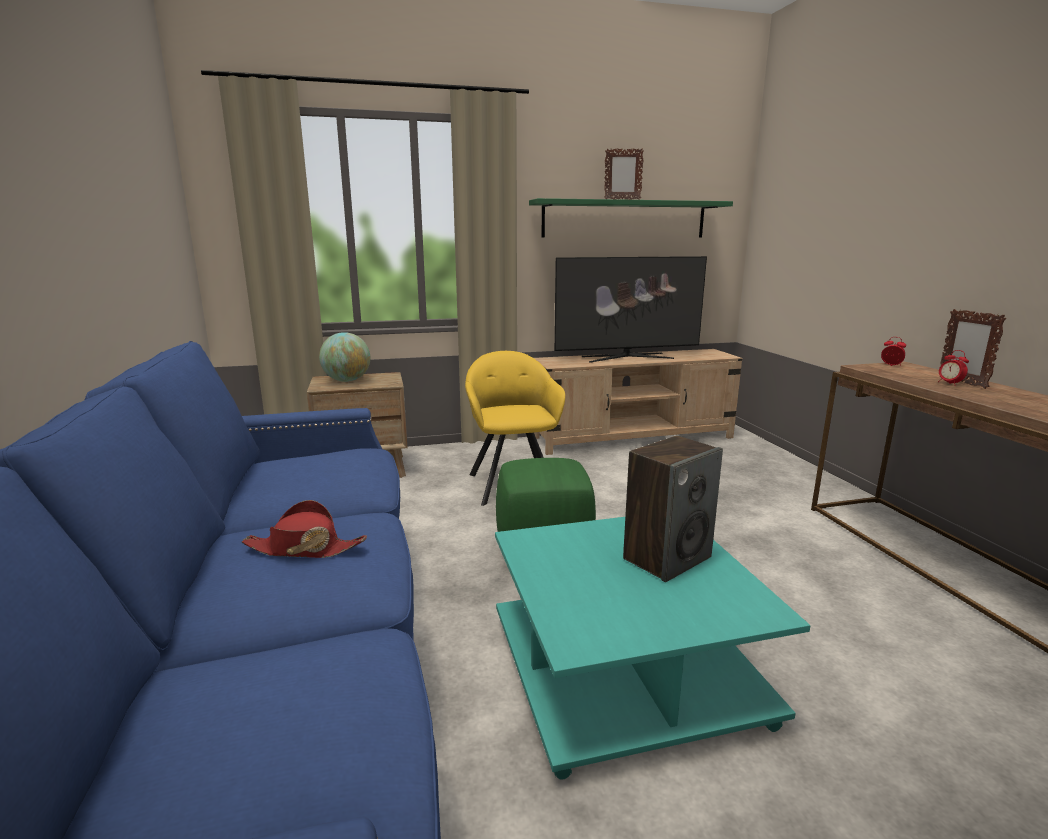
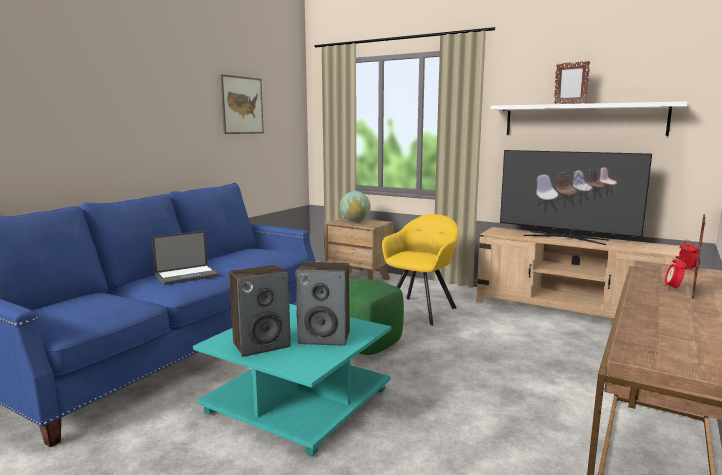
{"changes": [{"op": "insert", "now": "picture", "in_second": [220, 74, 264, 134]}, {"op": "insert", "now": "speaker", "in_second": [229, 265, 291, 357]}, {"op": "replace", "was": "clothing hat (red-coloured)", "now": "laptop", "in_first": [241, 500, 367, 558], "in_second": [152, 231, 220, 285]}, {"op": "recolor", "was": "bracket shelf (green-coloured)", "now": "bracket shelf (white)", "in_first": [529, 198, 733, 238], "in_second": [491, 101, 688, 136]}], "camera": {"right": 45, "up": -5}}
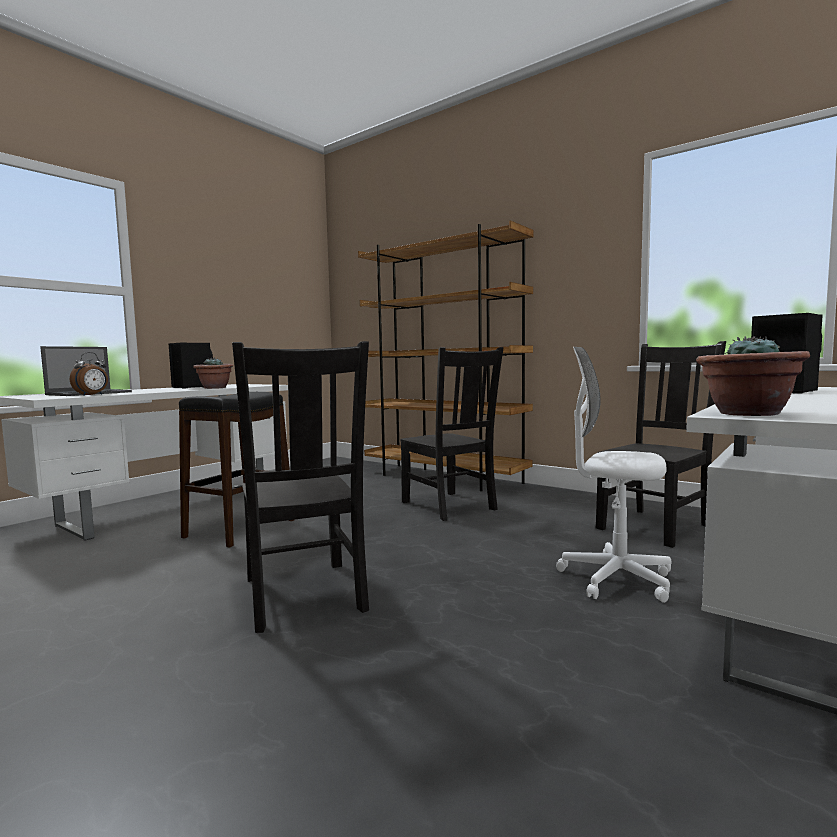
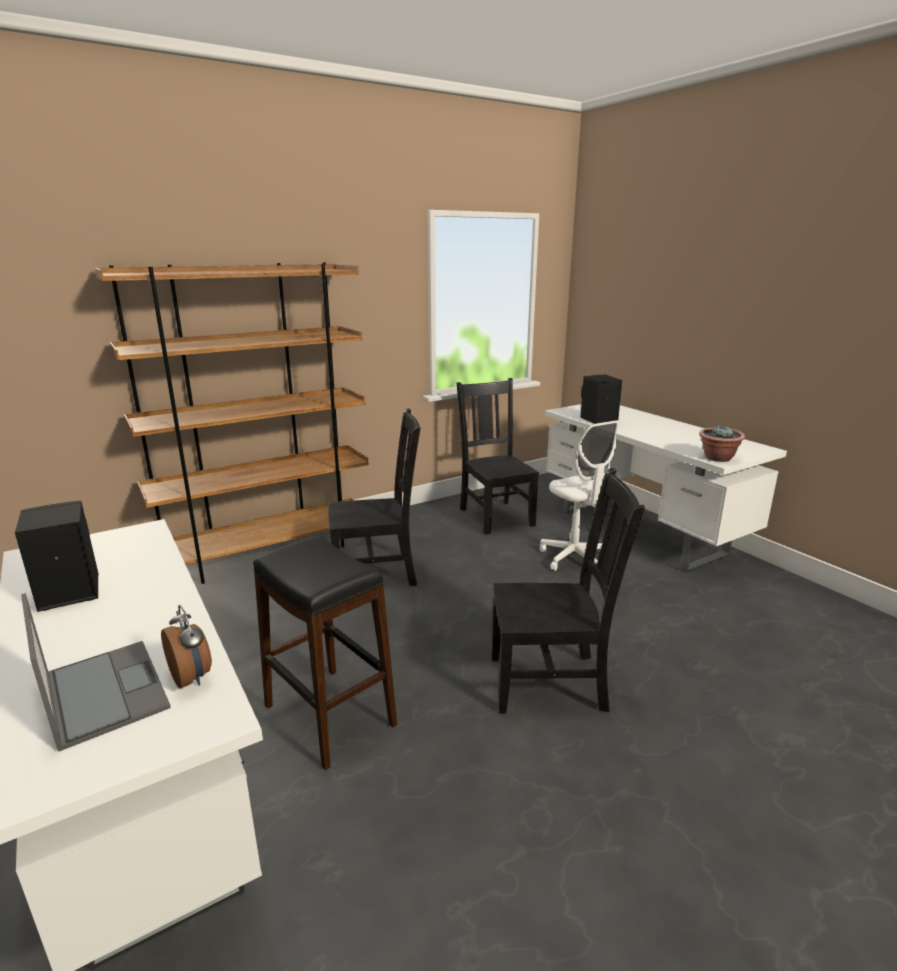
{"changes": [{"op": "delete", "was": "plant in a pot", "in_first": [193, 357, 233, 389]}, {"op": "rotate", "was": "computer chair (white)", "in_first": [556, 347, 671, 603], "in_second": [540, 420, 619, 571], "clockwise": -75}], "camera": {"right": -70, "up": 15}}
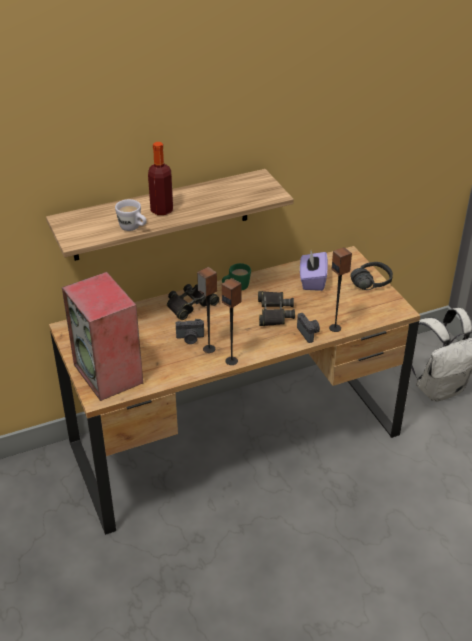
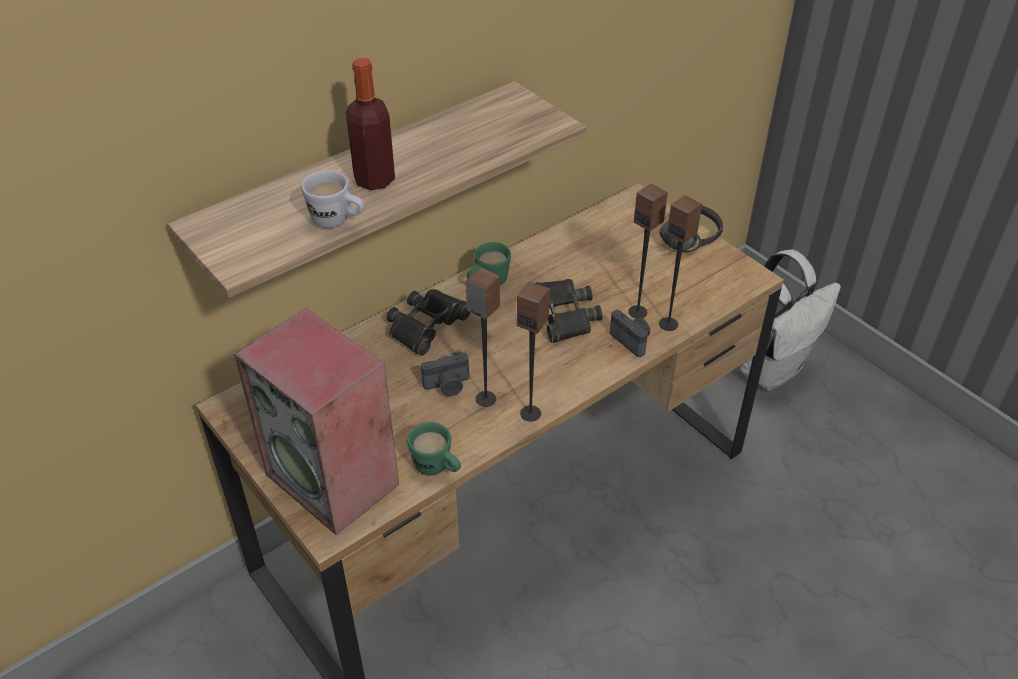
{"changes": [{"op": "delete", "was": "tissue box (purplish)", "in_first": [300, 251, 328, 291]}, {"op": "insert", "now": "mug (green-coloured)", "in_second": [407, 422, 461, 476]}, {"op": "insert", "now": "speaker", "in_second": [628, 184, 668, 318]}], "camera": {"right": -15, "up": 5}}
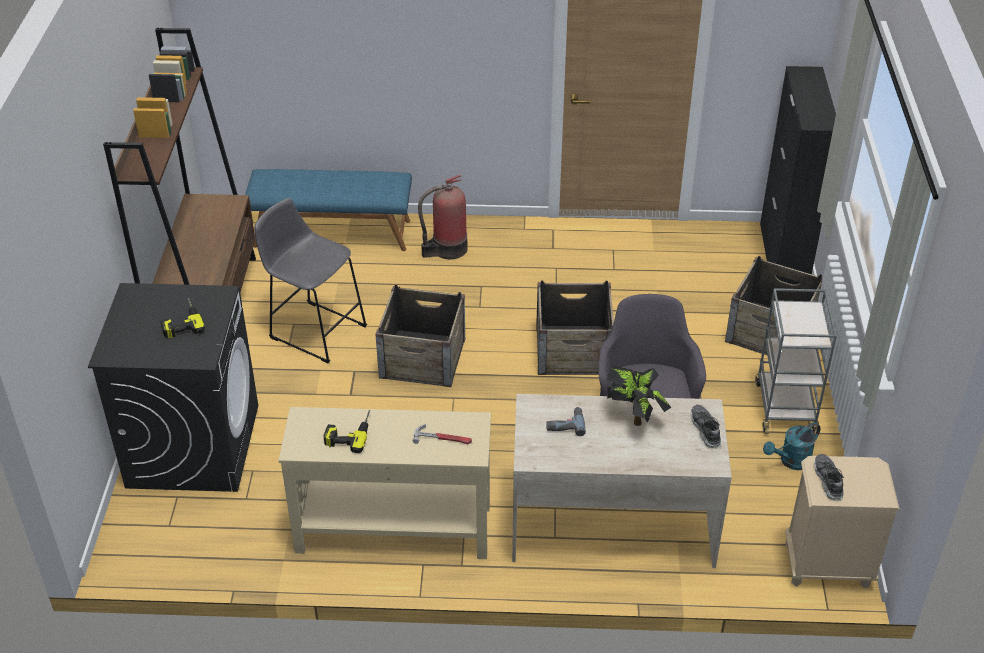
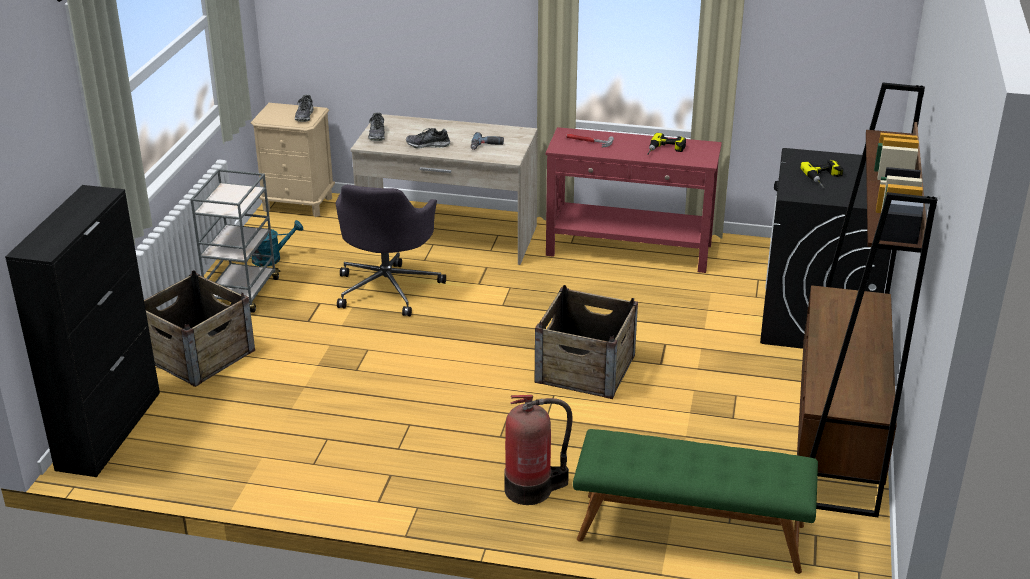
{"changes": [{"op": "delete", "was": "sitting stool (gray)", "in_first": [254, 198, 367, 363]}, {"op": "delete", "was": "packing crate", "in_first": [536, 280, 614, 375]}, {"op": "replace", "was": "plant in a pot", "now": "low shoe", "in_first": [607, 366, 671, 426], "in_second": [406, 128, 450, 148]}, {"op": "recolor", "was": "long seat (blue-coloured)", "now": "long seat (green-coloured)", "in_first": [245, 169, 412, 251], "in_second": [573, 429, 818, 574]}, {"op": "recolor", "was": "hall table (beige)", "now": "hall table (red-coloured)", "in_first": [278, 407, 491, 559], "in_second": [546, 127, 722, 273]}], "camera": {"right": -170, "up": -10}}
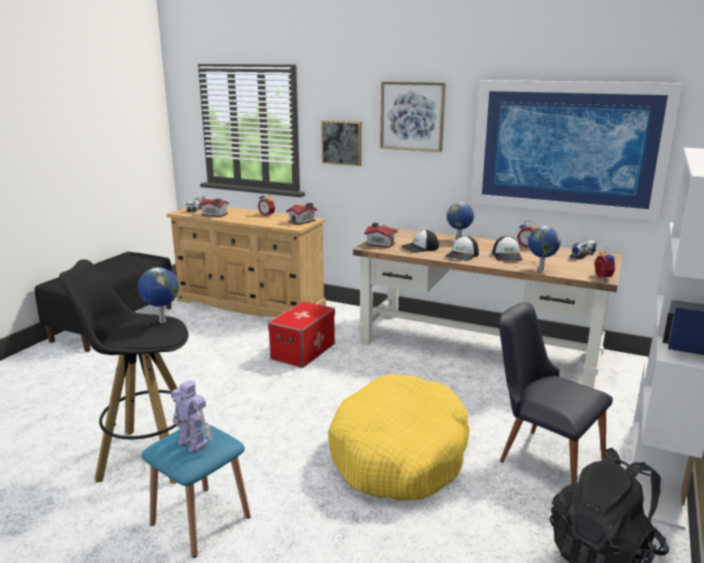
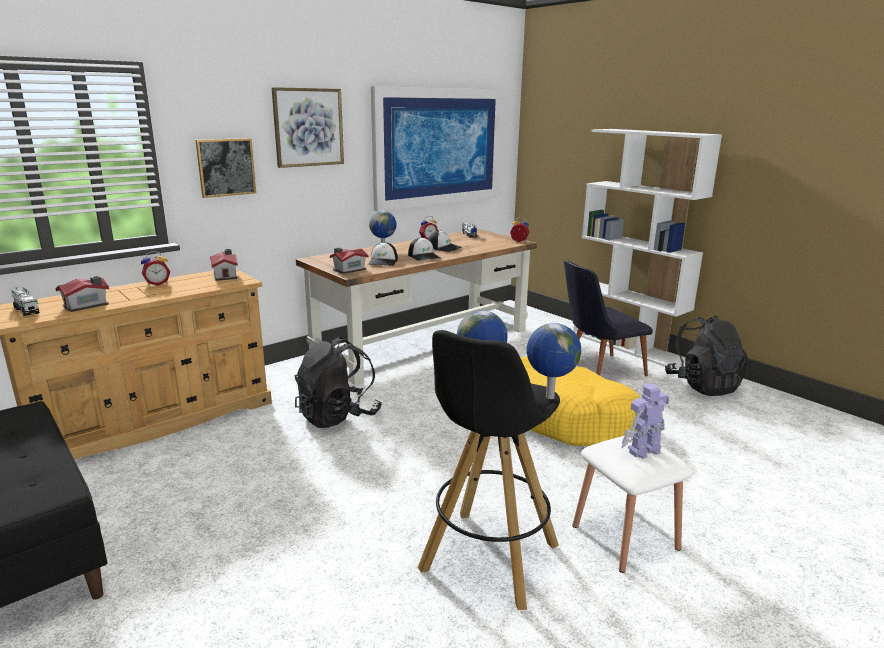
{"changes": [{"op": "move", "was": "desk globe", "in_first": [528, 226, 561, 271], "in_second": [526, 323, 581, 399]}, {"op": "replace", "was": "storage bin", "now": "knapsack (black)", "in_first": [268, 301, 335, 368], "in_second": [294, 337, 382, 428]}, {"op": "recolor", "was": "sitting stool (blue-coloured)", "now": "sitting stool (white)", "in_first": [141, 423, 251, 558], "in_second": [572, 436, 693, 573]}], "camera": {"right": -65, "up": 0}}
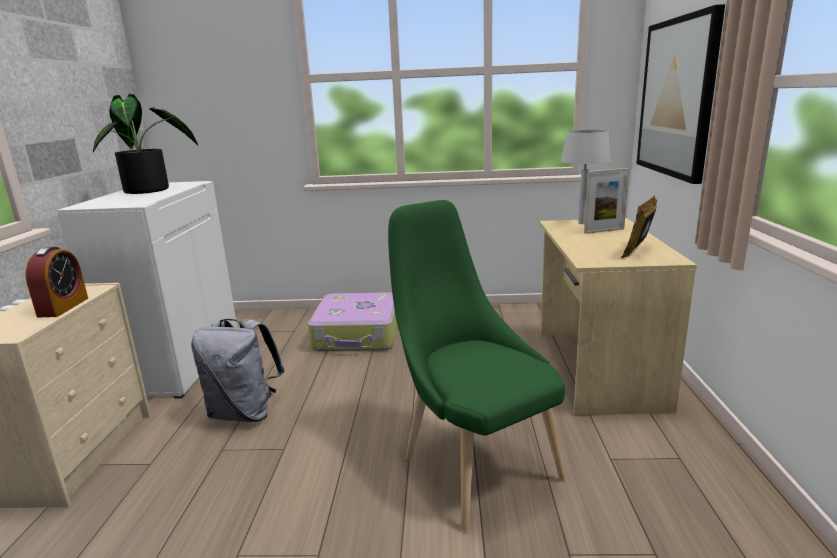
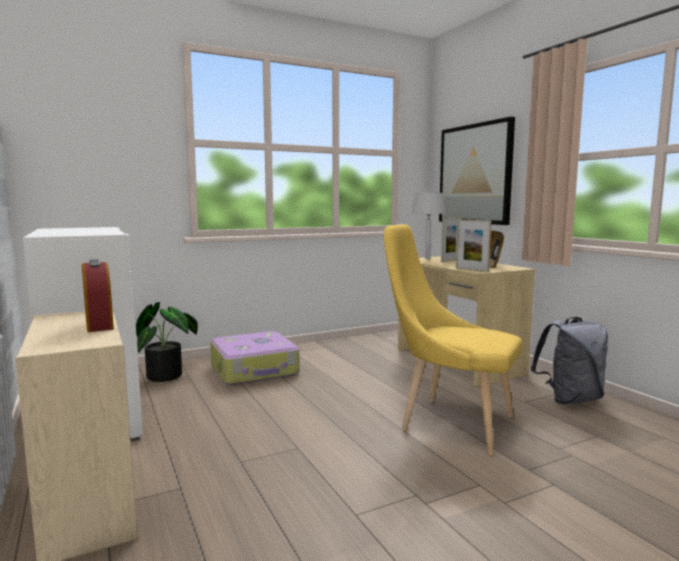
{"changes": [{"op": "insert", "now": "photo frame", "in_second": [456, 220, 491, 272]}, {"op": "move", "was": "plant in a pot", "in_first": [93, 94, 198, 194], "in_second": [136, 302, 198, 382]}, {"op": "move", "was": "knapsack (gray)", "in_first": [191, 319, 284, 422], "in_second": [530, 317, 608, 404]}, {"op": "recolor", "was": "chair (green-coloured)", "now": "chair (yellowish)", "in_first": [388, 200, 566, 532], "in_second": [384, 224, 522, 455]}], "camera": {"right": -30, "up": -10}}
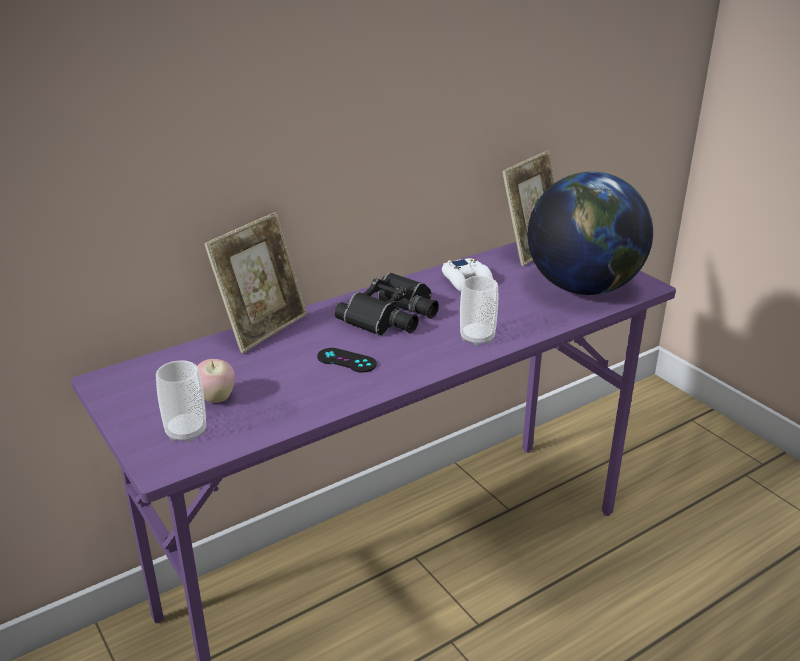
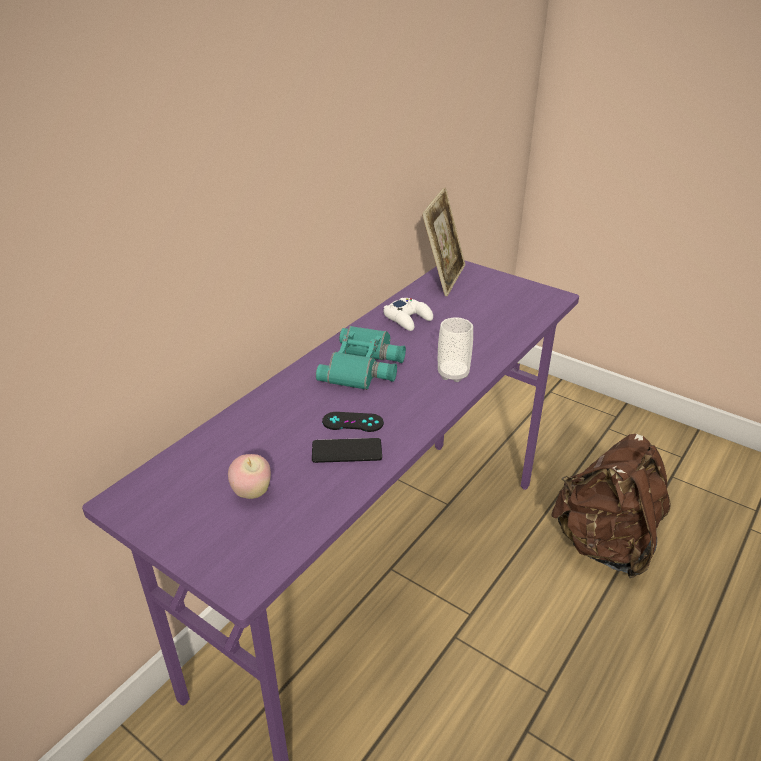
{"changes": [{"op": "delete", "was": "small cup", "in_first": [156, 360, 206, 442]}, {"op": "delete", "was": "photo frame", "in_first": [204, 212, 307, 353]}, {"op": "delete", "was": "desk globe", "in_first": [528, 172, 653, 295]}, {"op": "insert", "now": "phone", "in_second": [312, 438, 382, 463]}, {"op": "insert", "now": "knapsack (brown)", "in_second": [551, 434, 671, 578]}, {"op": "recolor", "was": "field glasses (black)", "now": "field glasses (turquoise)", "in_first": [334, 272, 439, 336], "in_second": [316, 326, 406, 390]}], "camera": {"right": -20, "up": 5}}
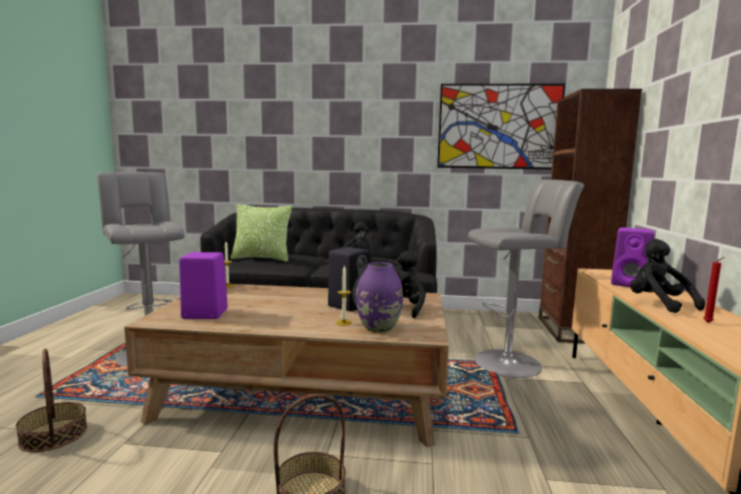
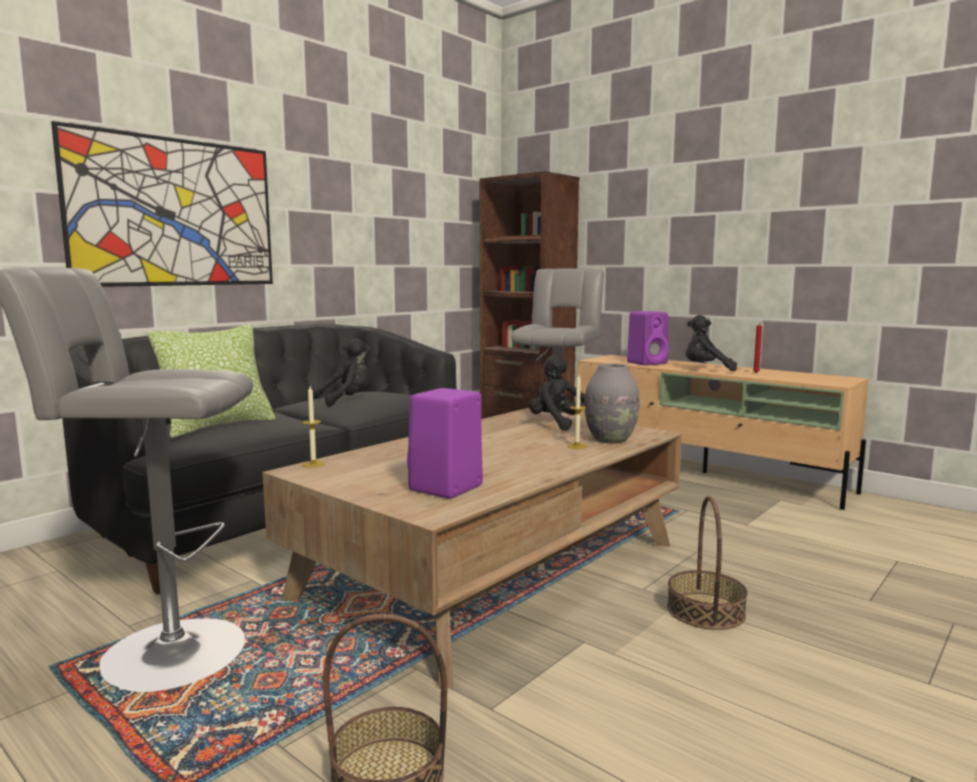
{"changes": [{"op": "delete", "was": "speaker (black)", "in_first": [328, 247, 371, 311]}, {"op": "move", "was": "picture", "in_first": [437, 84, 565, 170], "in_second": [51, 121, 273, 287]}, {"op": "recolor", "was": "vase (purplish)", "now": "vase (gray)", "in_first": [356, 262, 403, 333], "in_second": [584, 363, 639, 444]}], "camera": {"right": -55, "up": 0}}
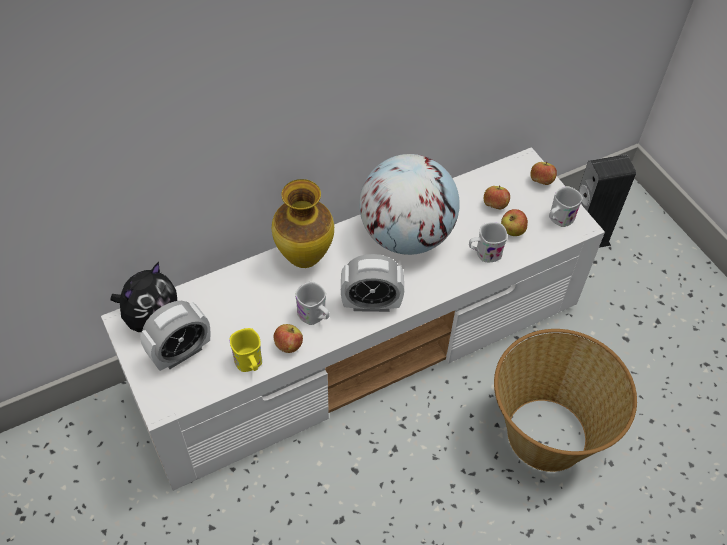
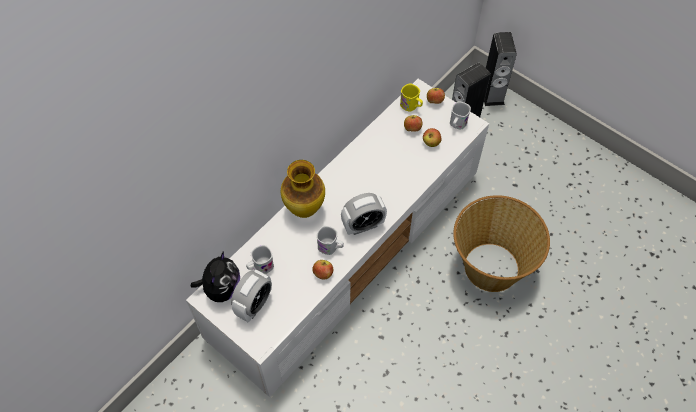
{"changes": [{"op": "delete", "was": "desk globe", "in_first": [359, 154, 460, 255]}, {"op": "insert", "now": "speaker", "in_second": [484, 32, 517, 106]}, {"op": "move", "was": "mug (yellowish)", "in_first": [230, 328, 262, 372], "in_second": [400, 83, 423, 112]}, {"op": "move", "was": "mug (white)", "in_first": [469, 222, 507, 262], "in_second": [246, 245, 274, 274]}], "camera": {"right": -20, "up": 5}}
